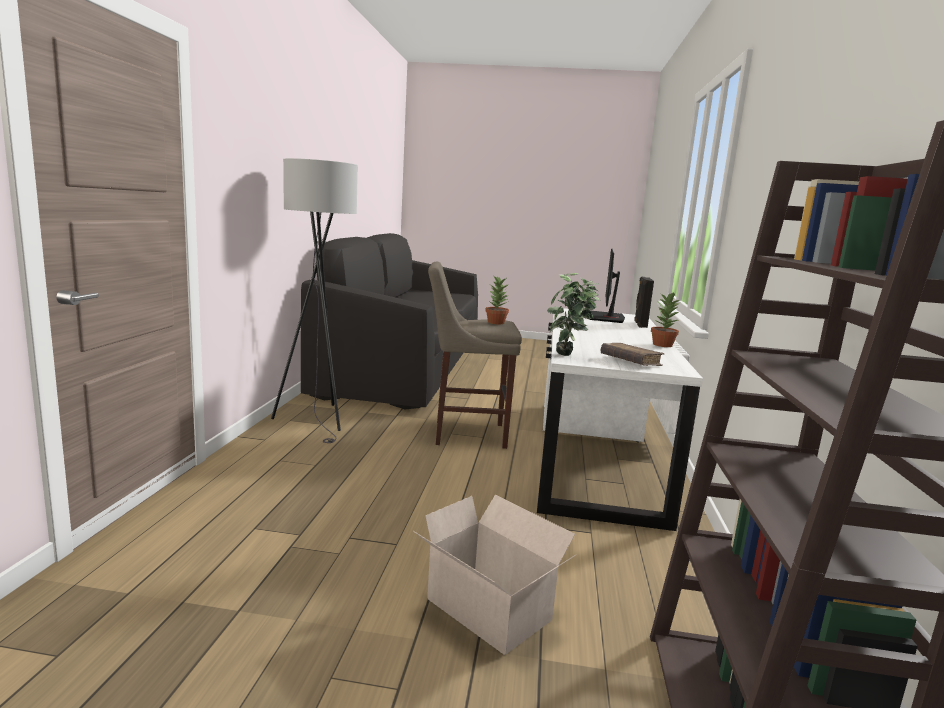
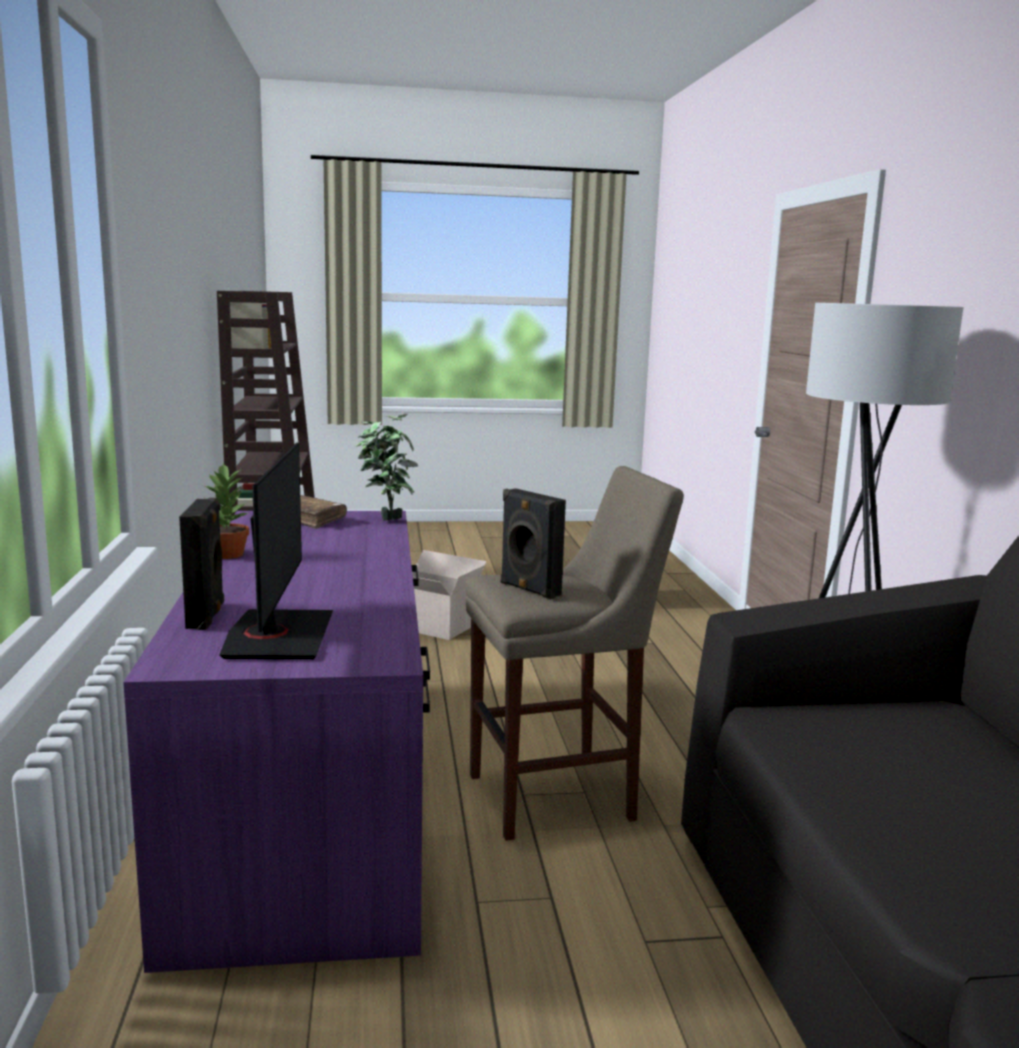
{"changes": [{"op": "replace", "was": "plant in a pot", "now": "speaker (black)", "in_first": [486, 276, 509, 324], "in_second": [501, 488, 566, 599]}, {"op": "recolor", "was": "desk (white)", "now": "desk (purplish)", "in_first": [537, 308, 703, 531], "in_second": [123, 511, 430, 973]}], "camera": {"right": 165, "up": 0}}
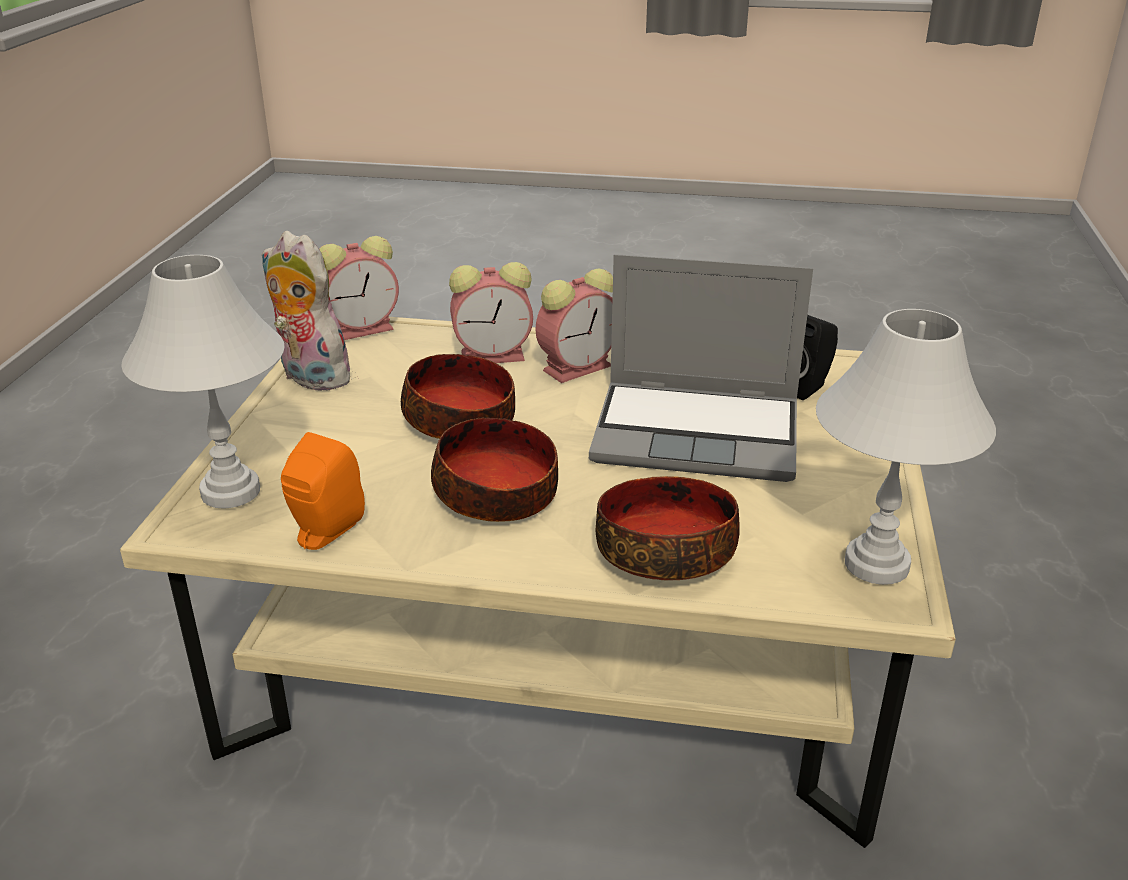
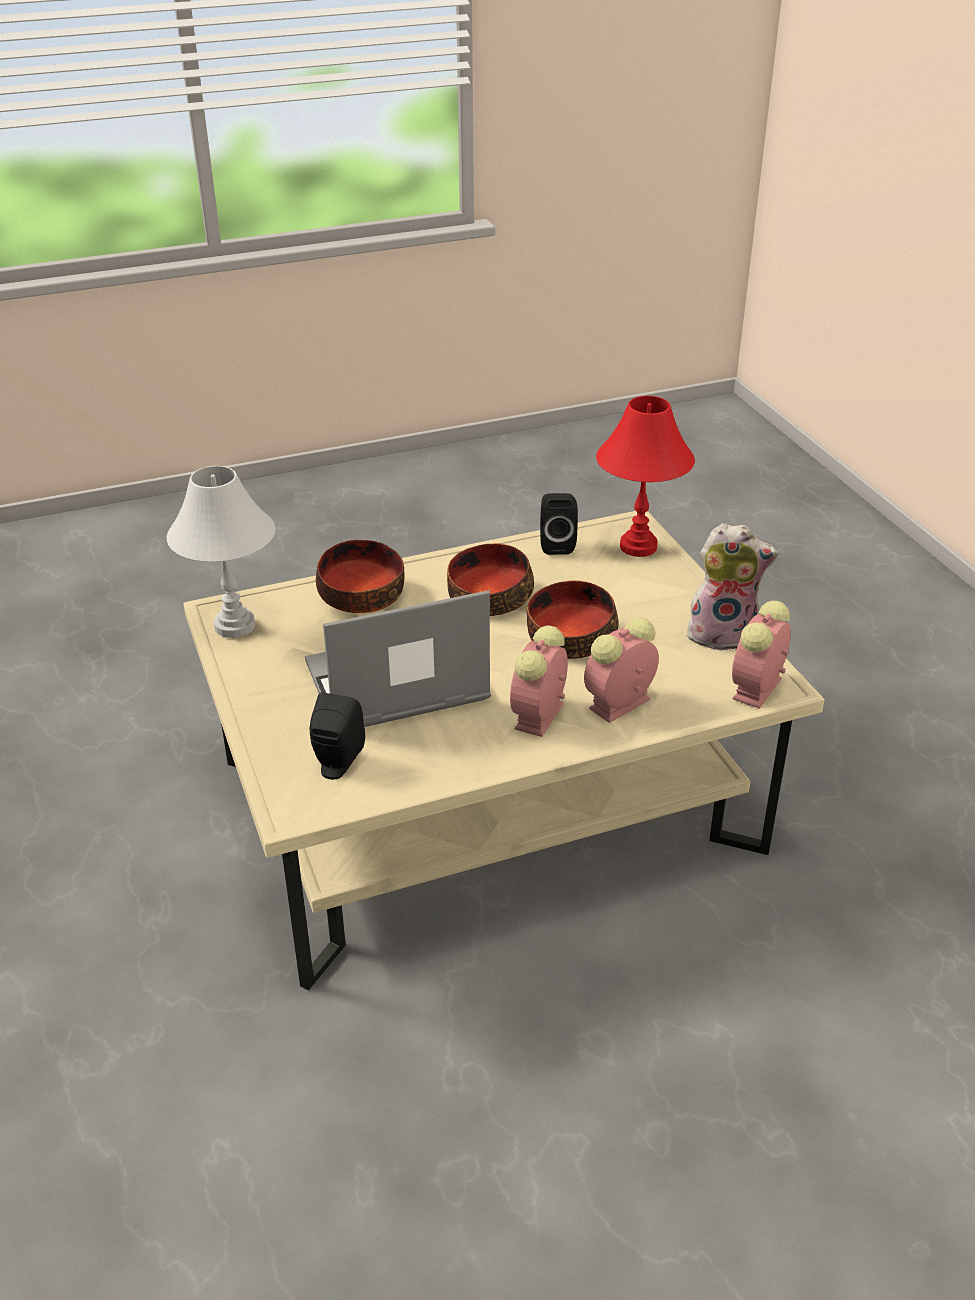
{"changes": [{"op": "recolor", "was": "tabletop lamp (white)", "now": "tabletop lamp (red-coloured)", "in_first": [121, 255, 285, 509], "in_second": [596, 396, 695, 557]}, {"op": "recolor", "was": "speaker (orange)", "now": "speaker (black)", "in_first": [281, 432, 365, 550], "in_second": [540, 493, 578, 555]}], "camera": {"right": 150, "up": 5}}
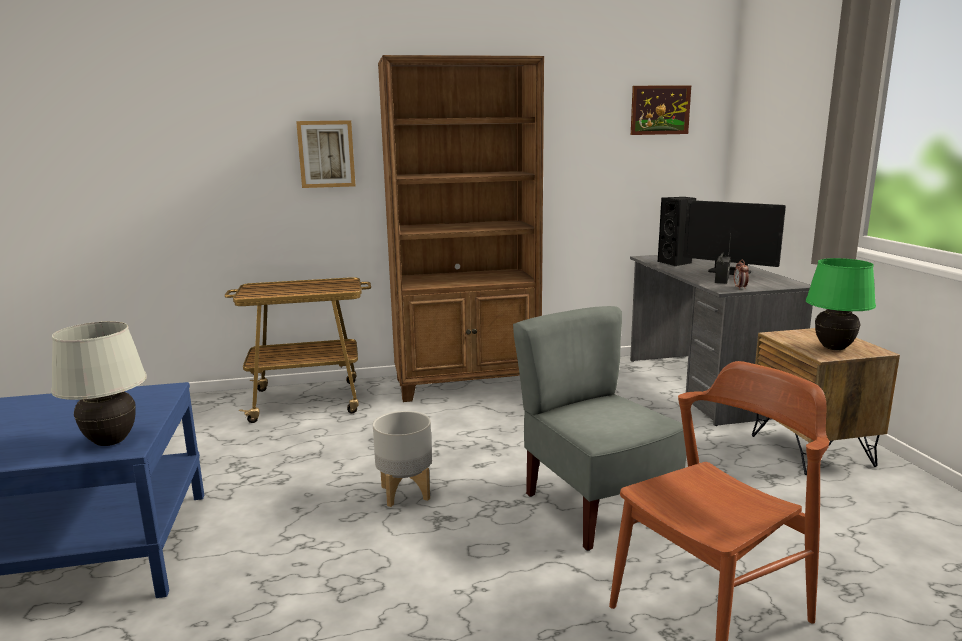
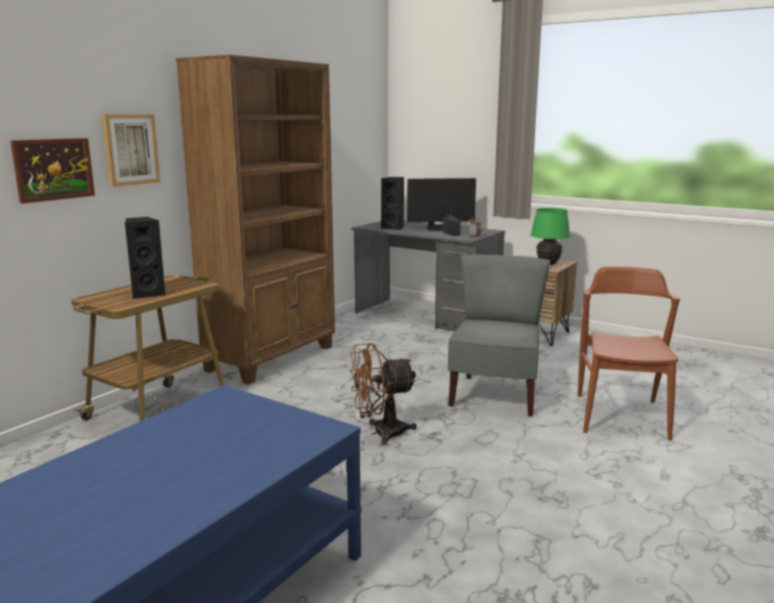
{"changes": [{"op": "delete", "was": "tabletop lamp (white)", "in_first": [51, 321, 147, 446]}, {"op": "insert", "now": "speaker (black)", "in_second": [125, 217, 165, 299]}, {"op": "move", "was": "picture", "in_first": [631, 85, 691, 135], "in_second": [10, 138, 95, 204]}, {"op": "replace", "was": "flower pot (gray)", "now": "cooling fan (brown)", "in_first": [373, 411, 432, 507], "in_second": [349, 343, 417, 445]}, {"op": "rotate", "was": "chair (gray)", "in_first": [513, 306, 687, 551], "in_second": [448, 255, 550, 416], "clockwise": 90}], "camera": {"right": -45, "up": 0}}
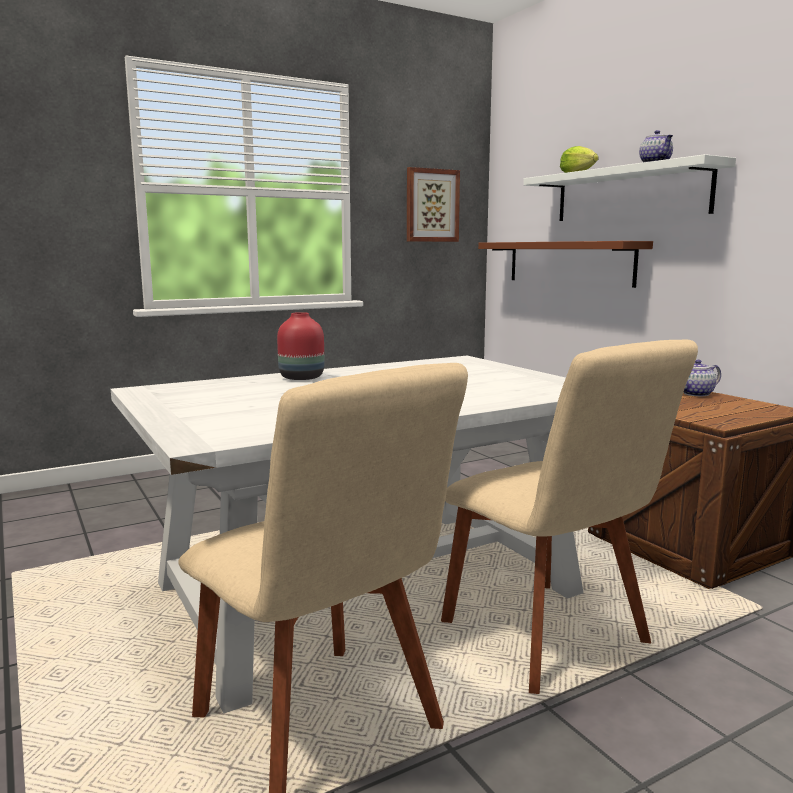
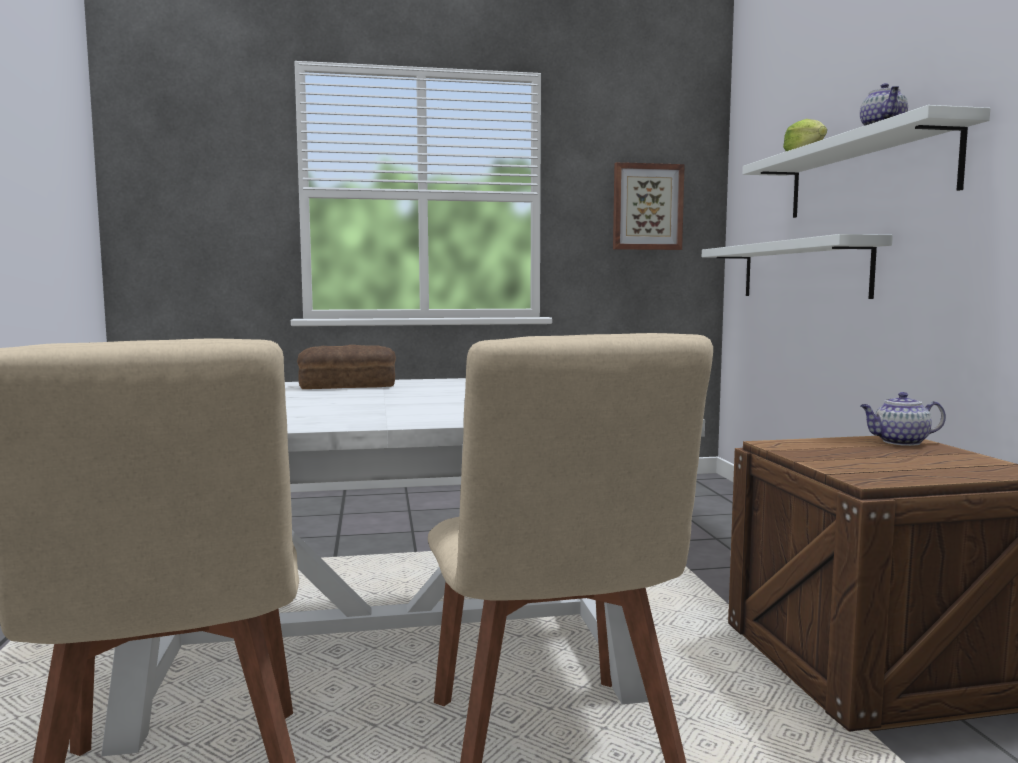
{"changes": [{"op": "replace", "was": "vase (red-coloured)", "now": "bread", "in_first": [277, 312, 324, 380], "in_second": [297, 345, 396, 389]}, {"op": "recolor", "was": "bracket shelf (brown)", "now": "bracket shelf (white)", "in_first": [478, 241, 653, 288], "in_second": [702, 234, 893, 299]}], "camera": {"right": 20, "up": -5}}
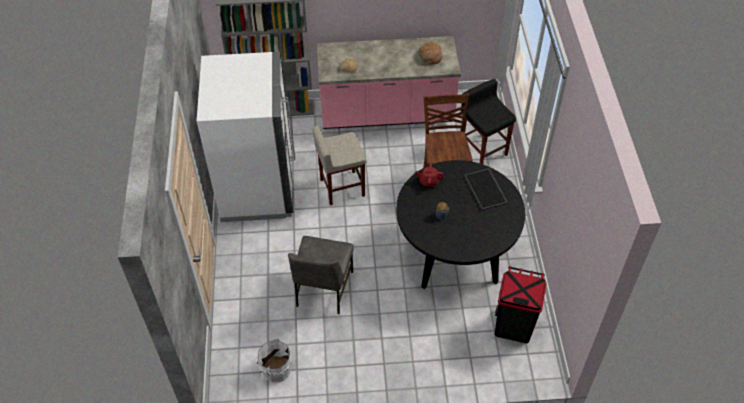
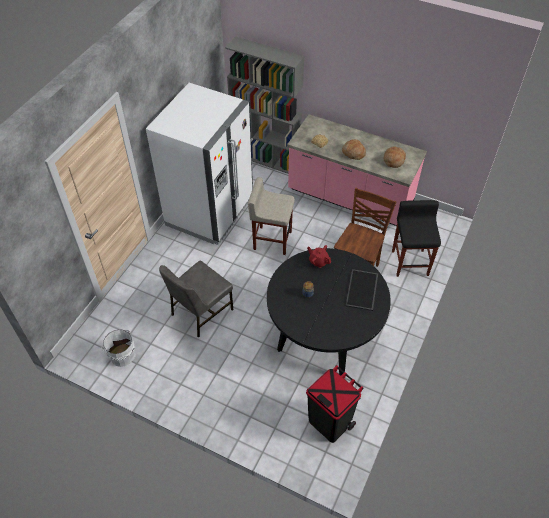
{"changes": [{"op": "insert", "now": "bread", "in_second": [342, 139, 366, 160]}], "camera": {"right": 30, "up": 0}}
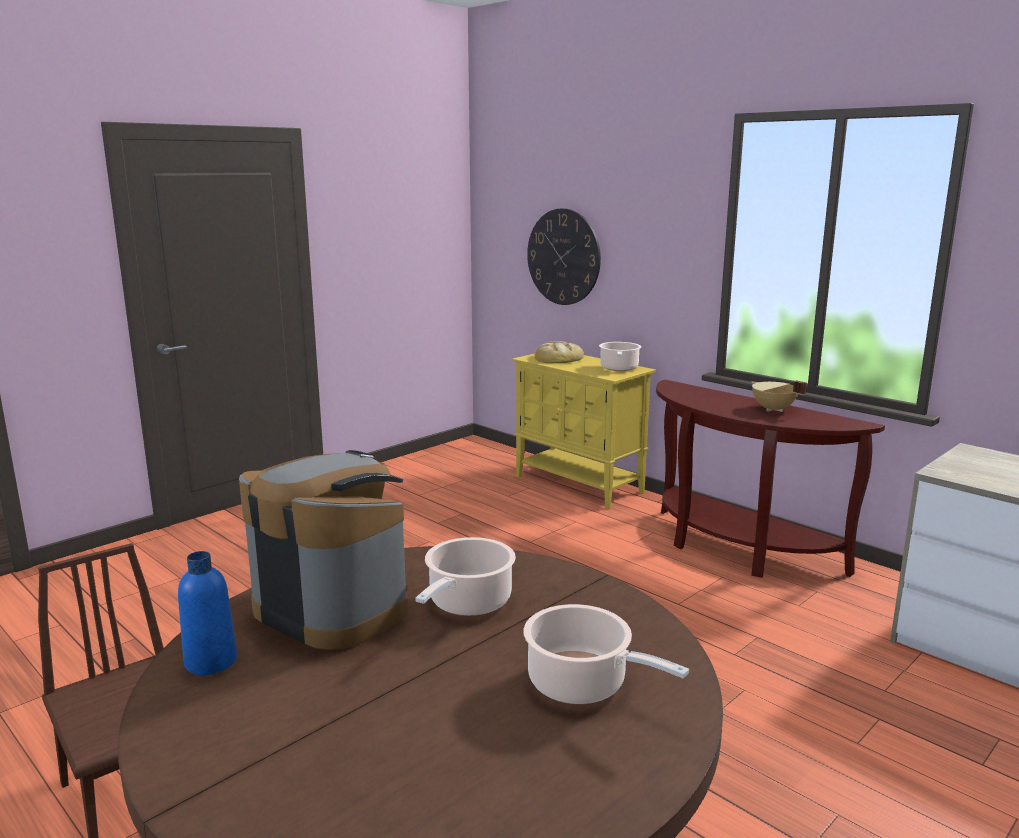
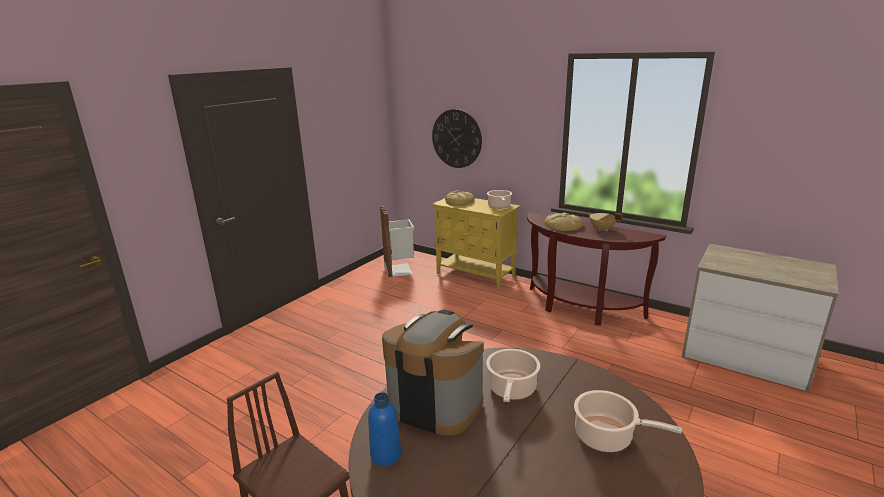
{"changes": [{"op": "insert", "now": "waste bin (white)", "in_second": [380, 206, 414, 277]}, {"op": "insert", "now": "bread", "in_second": [544, 213, 583, 231]}], "camera": {"right": -10, "up": 5}}
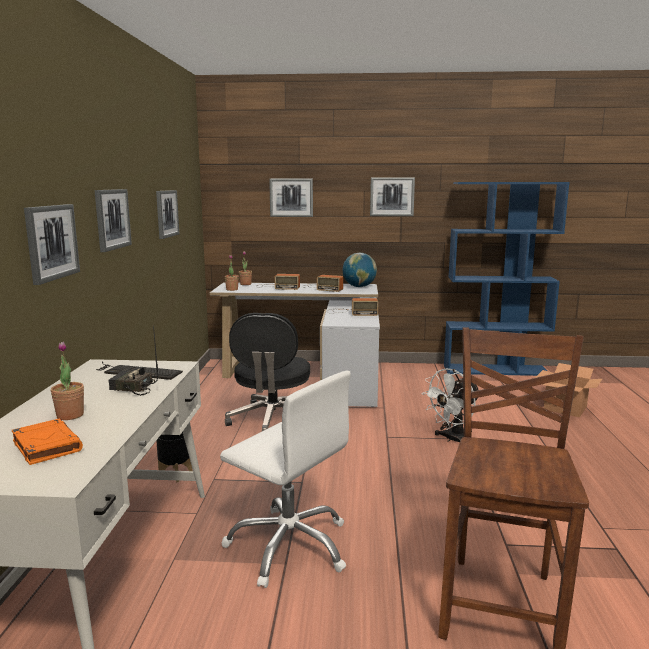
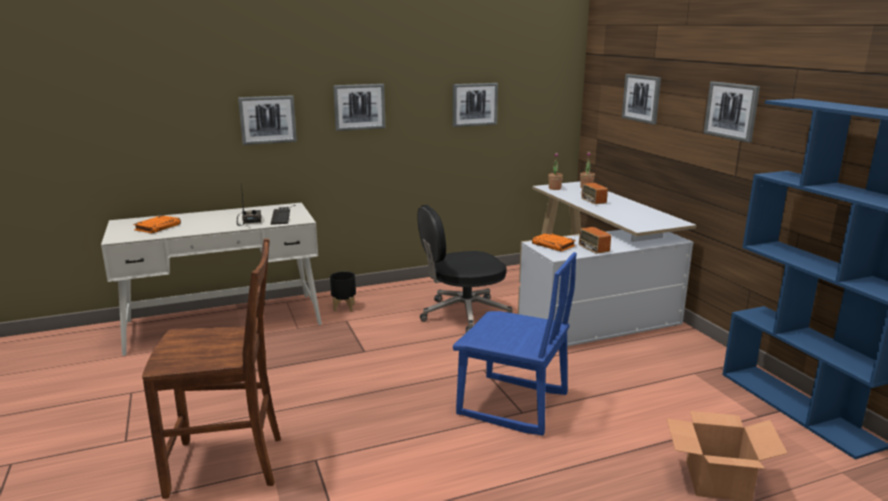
{"changes": [{"op": "delete", "was": "plant in a pot", "in_first": [51, 341, 84, 420]}, {"op": "delete", "was": "computer chair (white)", "in_first": [220, 371, 351, 588]}, {"op": "delete", "was": "radio set", "in_first": [302, 275, 343, 292]}, {"op": "delete", "was": "desk globe", "in_first": [343, 253, 377, 287]}, {"op": "insert", "now": "volume (orange)", "in_second": [532, 233, 576, 252]}, {"op": "replace", "was": "cooling fan (white)", "now": "chair (blue-coloured)", "in_first": [422, 368, 478, 443], "in_second": [453, 252, 577, 435]}], "camera": {"right": 65, "up": 5}}
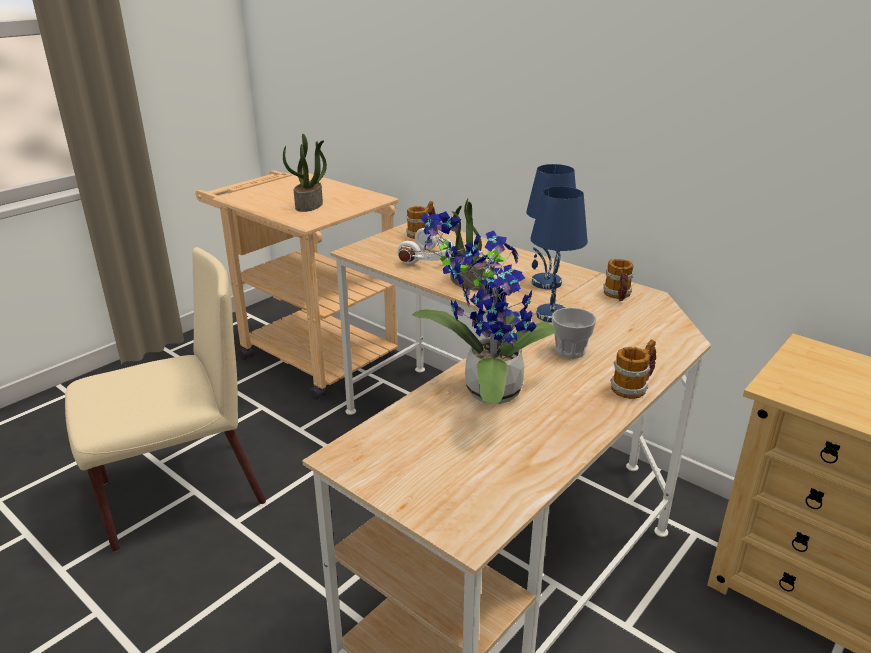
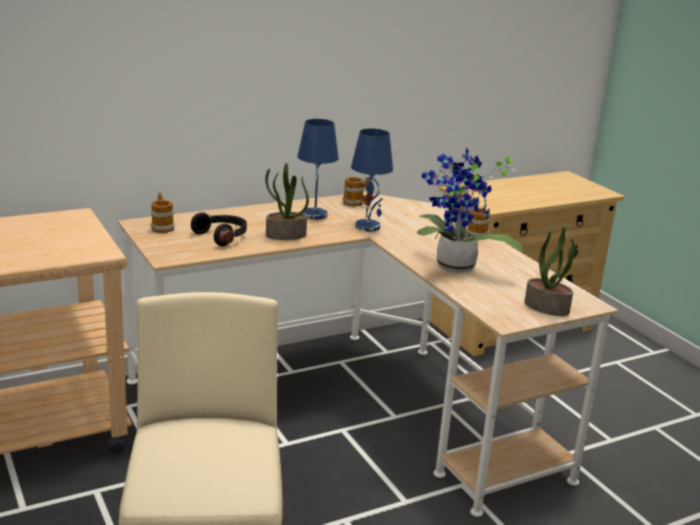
{"changes": [{"op": "delete", "was": "small cup", "in_first": [552, 308, 596, 359]}, {"op": "move", "was": "plant in a pot", "in_first": [283, 134, 327, 212], "in_second": [524, 227, 577, 316]}, {"op": "recolor", "was": "headset (white)", "now": "headset (black)", "in_first": [397, 228, 455, 264], "in_second": [191, 212, 247, 246]}], "camera": {"right": -70, "up": -5}}
